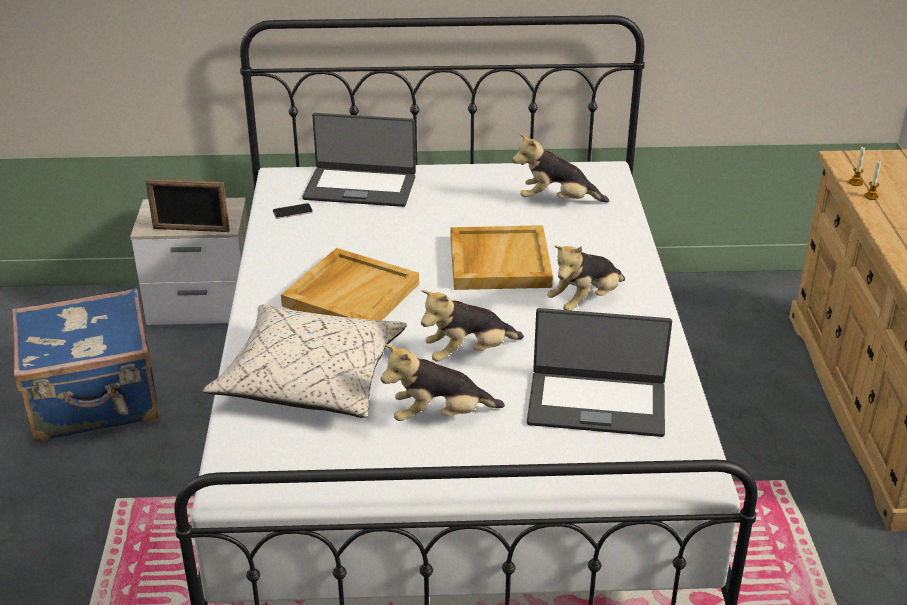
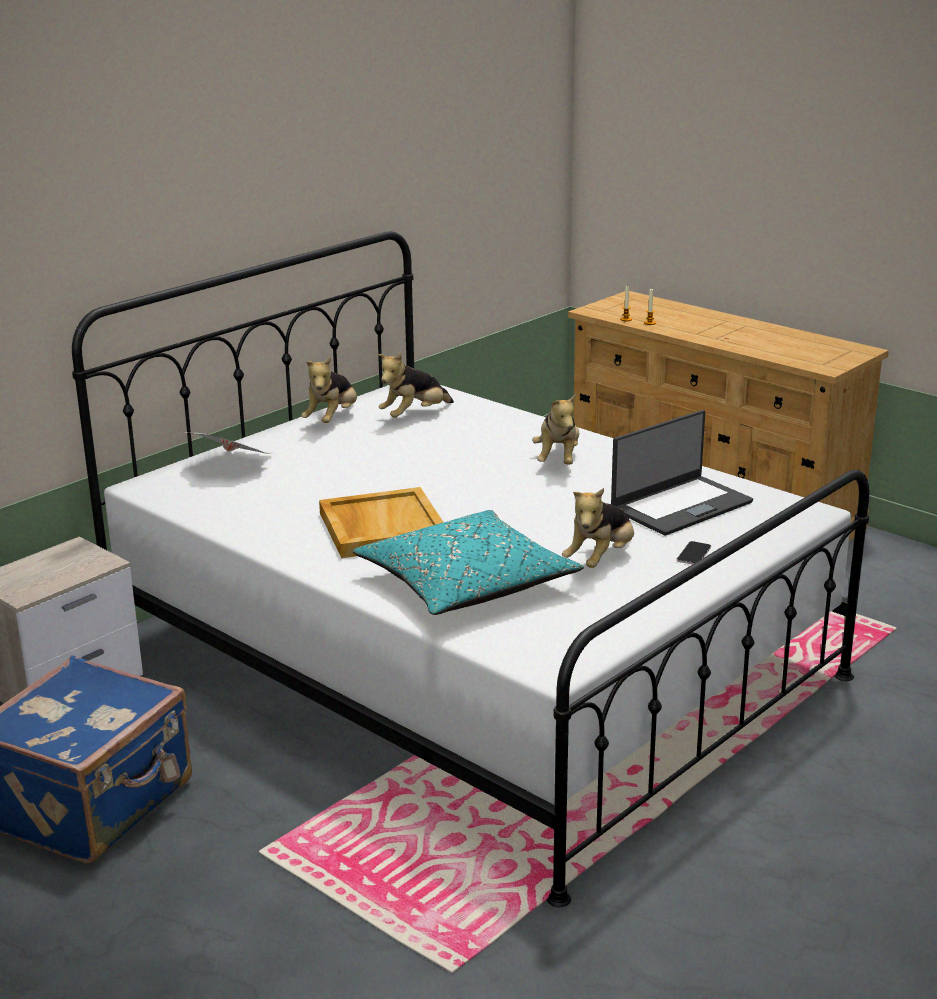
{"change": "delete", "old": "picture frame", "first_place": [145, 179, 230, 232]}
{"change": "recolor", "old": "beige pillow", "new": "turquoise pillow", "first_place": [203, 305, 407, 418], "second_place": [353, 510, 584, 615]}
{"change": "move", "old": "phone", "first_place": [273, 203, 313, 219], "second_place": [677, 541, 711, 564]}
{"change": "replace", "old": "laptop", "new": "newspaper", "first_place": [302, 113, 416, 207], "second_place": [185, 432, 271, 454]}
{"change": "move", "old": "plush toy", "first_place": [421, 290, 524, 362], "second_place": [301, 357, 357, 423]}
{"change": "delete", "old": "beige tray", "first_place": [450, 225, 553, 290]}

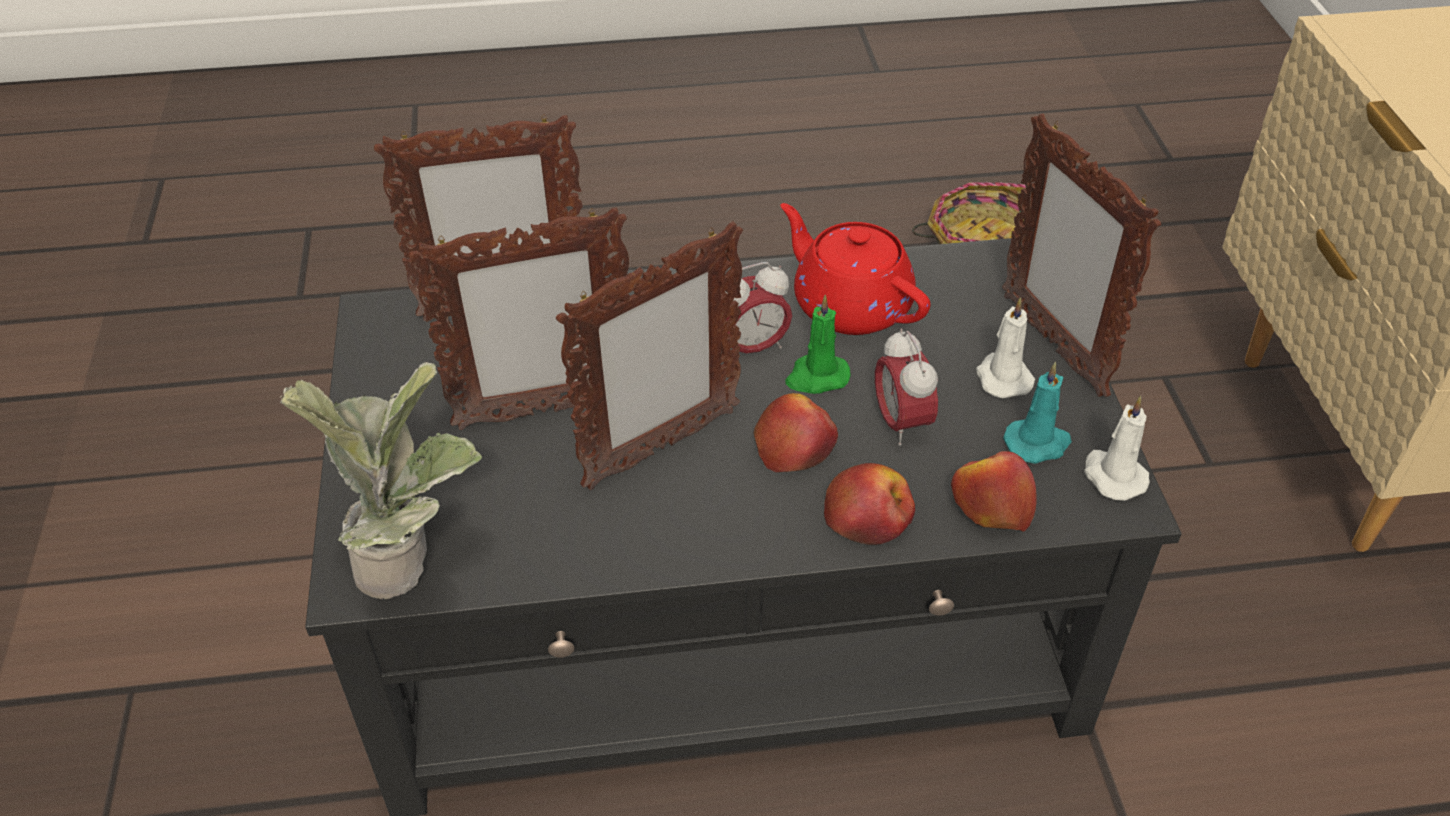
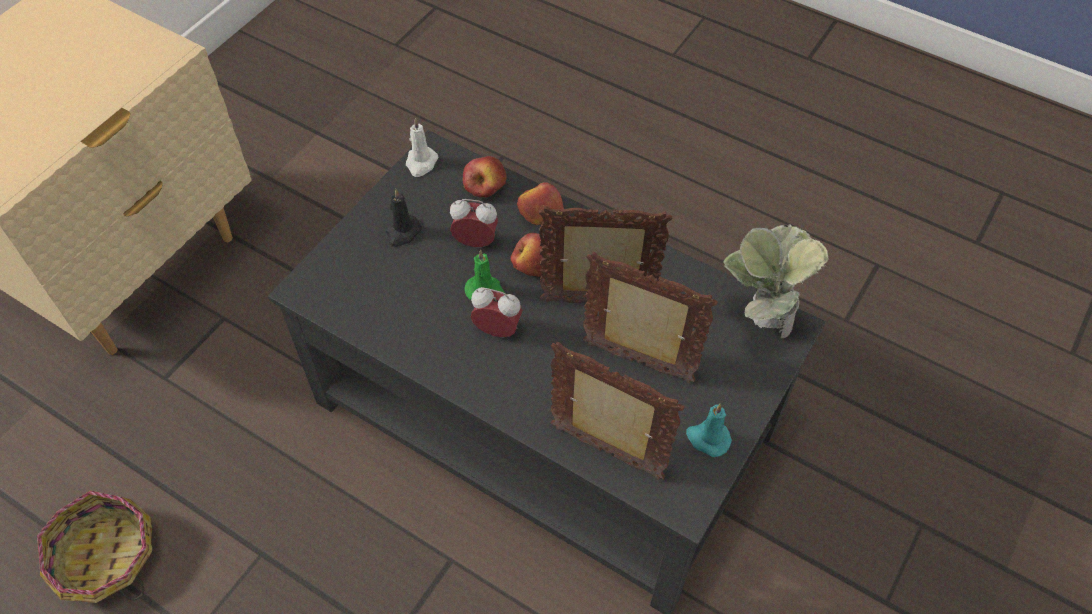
{"change": "delete", "old": "red teapot", "first_place": [780, 203, 930, 335]}
{"change": "rotate", "old": "alarm clock", "first_place": [875, 328, 938, 446], "second_place": [450, 199, 498, 247], "degrees": -105}
{"change": "recolor", "old": "white candle", "new": "black candle", "first_place": [976, 297, 1035, 398], "second_place": [386, 189, 422, 247]}
{"change": "delete", "old": "picture frame", "first_place": [1002, 114, 1161, 397]}
{"change": "move", "old": "turquoise candle", "first_place": [1003, 362, 1072, 464], "second_place": [686, 404, 732, 457]}

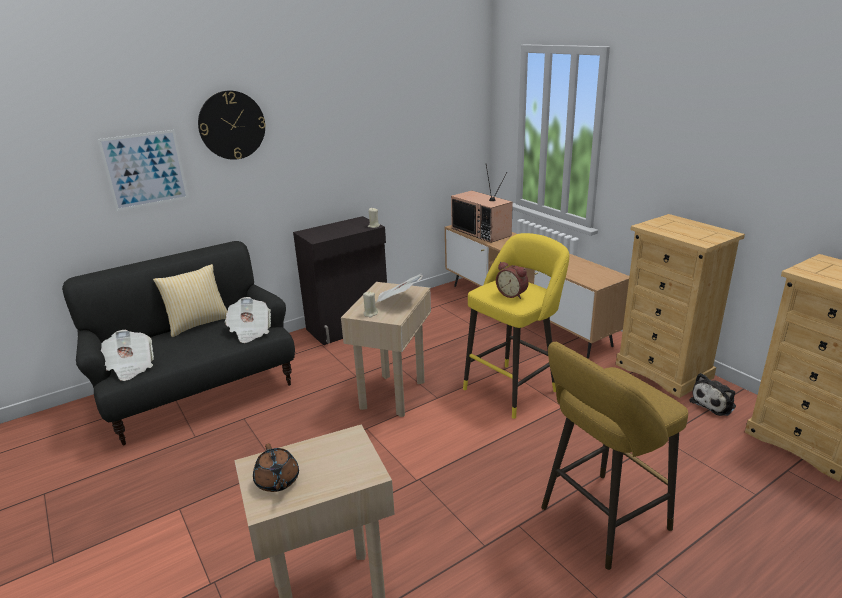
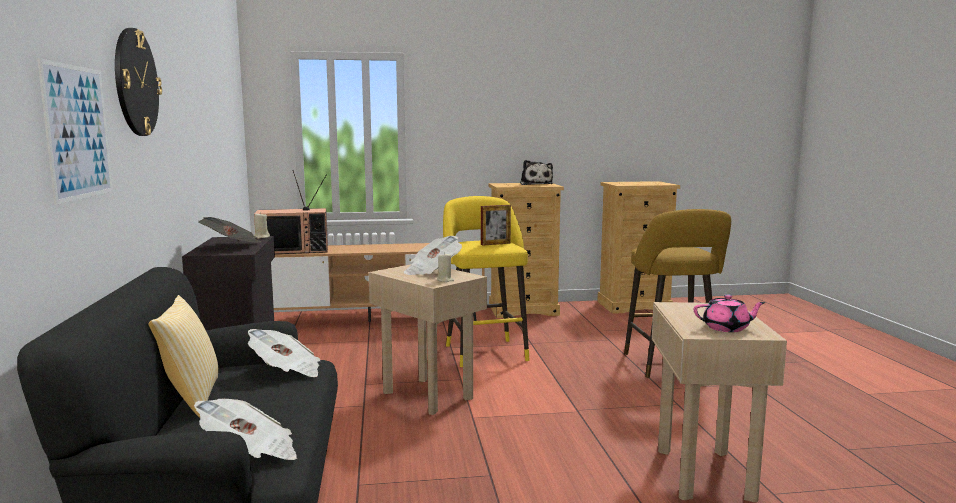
{"change": "recolor", "old": "brown teapot", "new": "pink teapot", "first_place": [253, 443, 299, 492], "second_place": [694, 294, 766, 332]}
{"change": "replace", "old": "alarm clock", "new": "picture frame", "first_place": [496, 262, 529, 299], "second_place": [481, 205, 511, 246]}
{"change": "move", "old": "plush toy", "first_place": [689, 373, 736, 416], "second_place": [520, 160, 553, 185]}
{"change": "insert", "new": "newspaper", "second_place": [198, 217, 262, 243]}

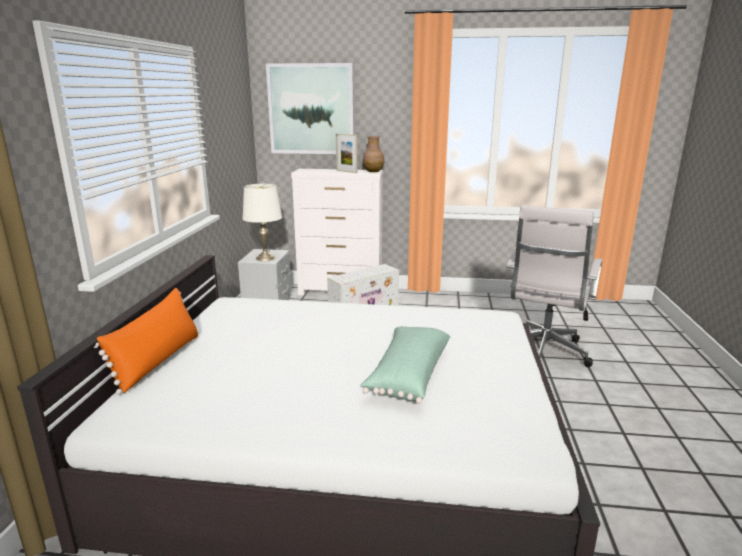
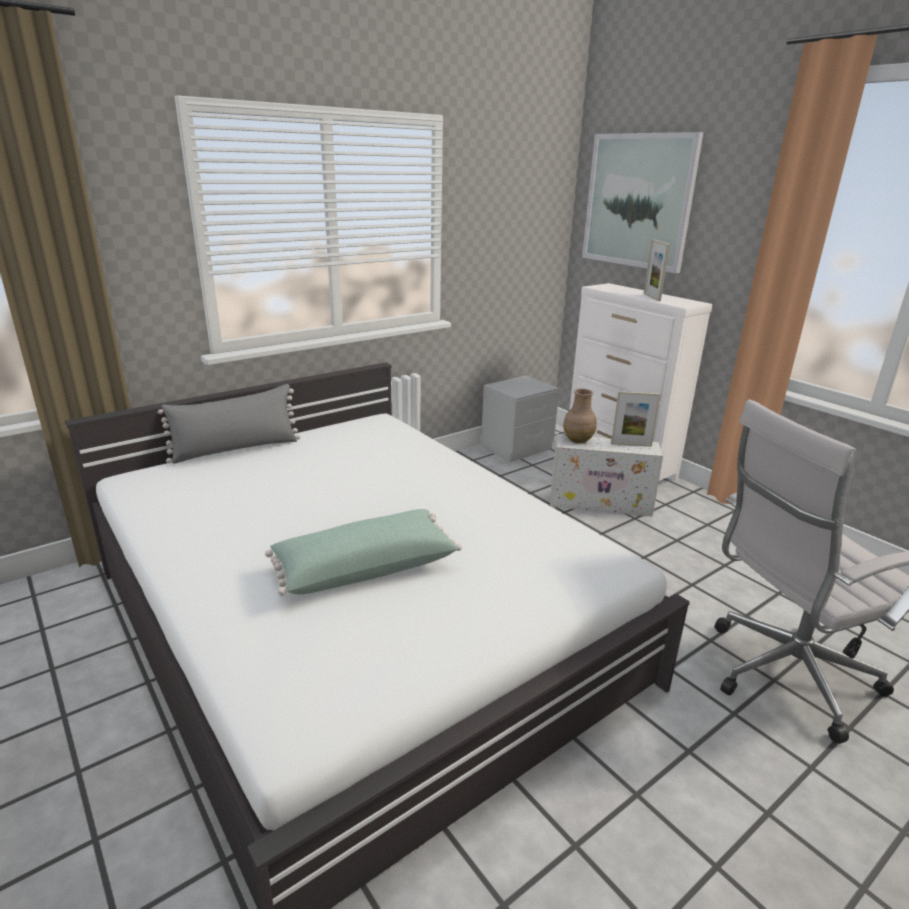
{"change": "recolor", "old": "orange pillow", "new": "grey pillow", "first_place": [94, 288, 198, 395], "second_place": [157, 384, 301, 464]}
{"change": "delete", "old": "white table lamp", "first_place": [242, 184, 282, 261]}
{"change": "move", "old": "brown vase", "first_place": [363, 136, 384, 172], "second_place": [563, 389, 597, 443]}
{"change": "insert", "new": "picture frame", "second_place": [611, 391, 660, 447]}

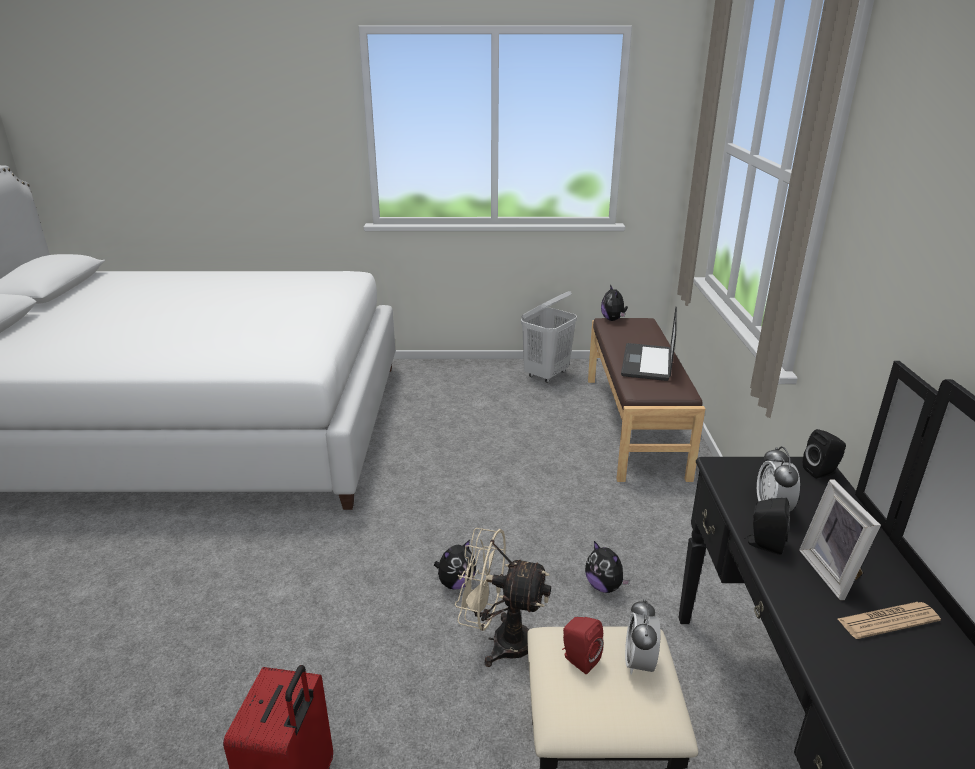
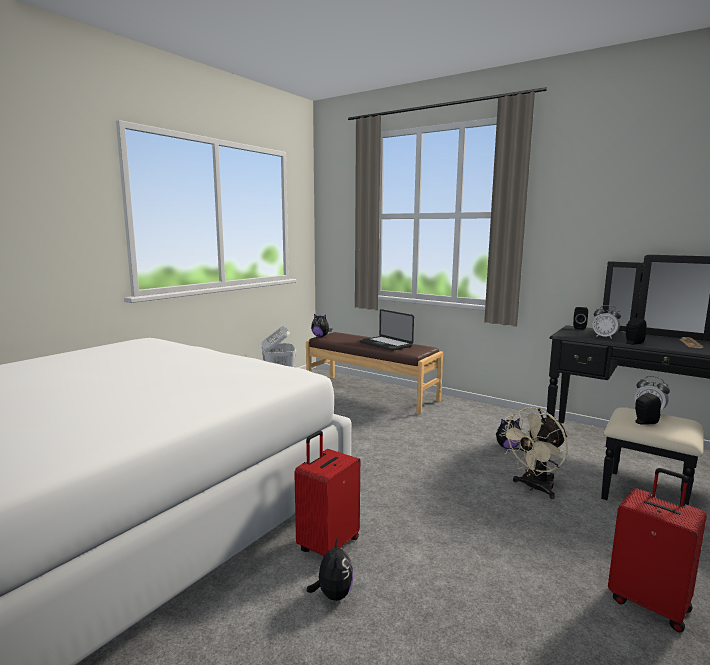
{"change": "move", "old": "plush toy", "first_place": [434, 540, 476, 590], "second_place": [307, 537, 354, 601]}
{"change": "recolor", "old": "red speaker", "new": "black speaker", "first_place": [562, 617, 603, 674], "second_place": [635, 393, 661, 425]}
{"change": "delete", "old": "picture frame", "first_place": [799, 479, 881, 600]}
{"change": "insert", "new": "red suitcase", "second_place": [294, 431, 360, 556]}

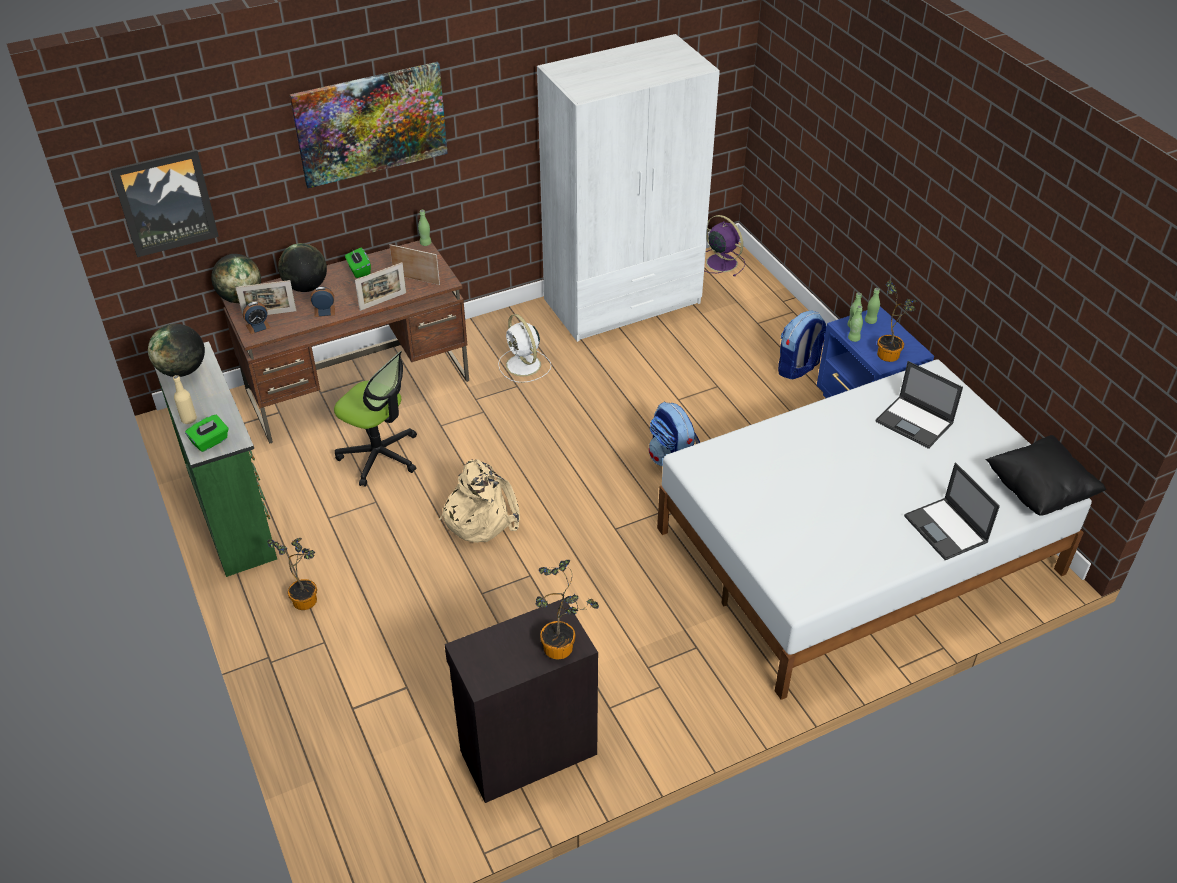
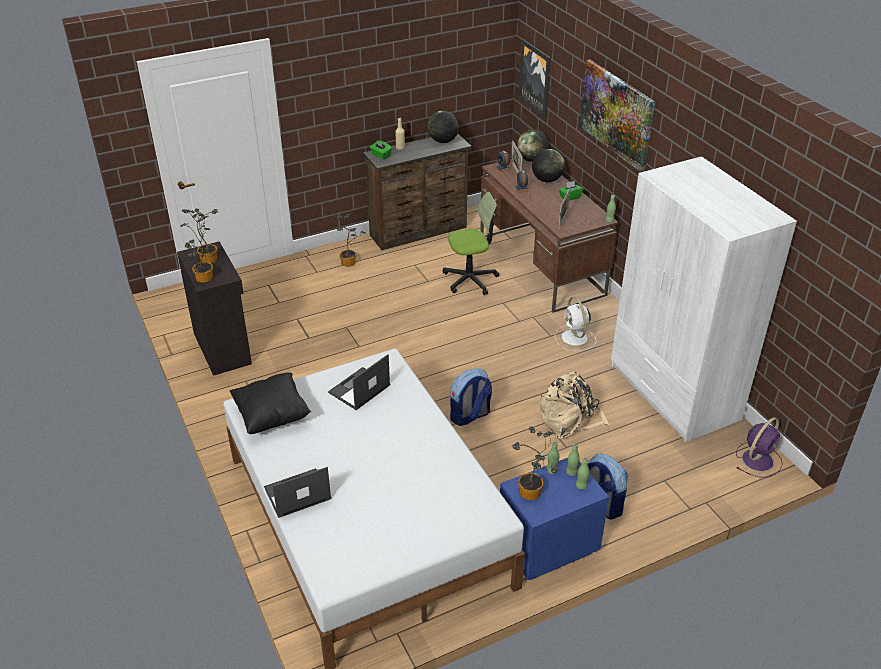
{"change": "recolor", "old": "green dresser", "new": "brown dresser", "first_place": [154, 341, 277, 577], "second_place": [363, 133, 472, 250]}
{"change": "rotate", "old": "office chair", "first_place": [334, 351, 417, 487], "second_place": [443, 192, 499, 295], "degrees": -135}
{"change": "delete", "old": "picture frame", "first_place": [355, 263, 406, 311]}
{"change": "move", "old": "beige backpack", "first_place": [439, 459, 520, 543], "second_place": [540, 372, 609, 439]}
{"change": "rotate", "old": "white fan", "first_place": [498, 314, 551, 383], "second_place": [555, 297, 596, 351], "degrees": -75}
{"change": "move", "old": "laptop", "first_place": [876, 361, 963, 449], "second_place": [328, 354, 390, 410]}
{"change": "move", "old": "black pillow", "first_place": [985, 435, 1106, 516], "second_place": [230, 372, 311, 434]}
{"change": "insert", "new": "potted plant", "second_place": [182, 208, 218, 264]}

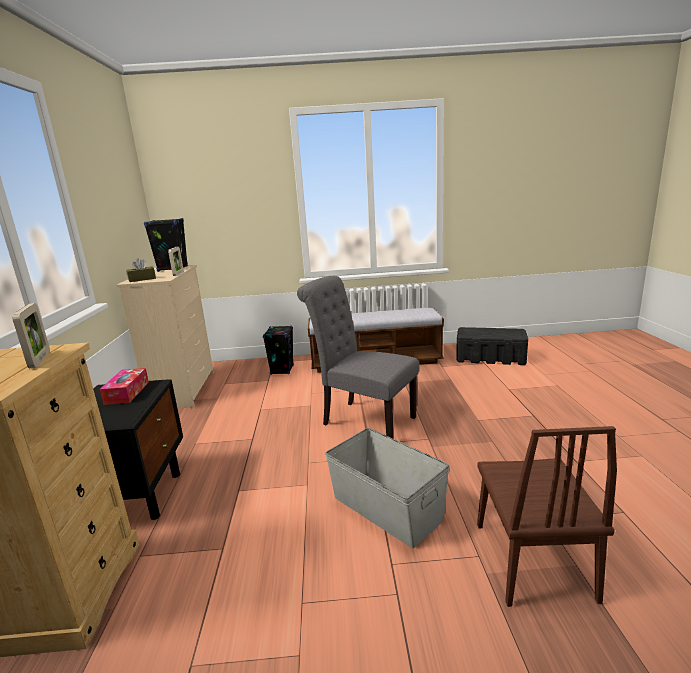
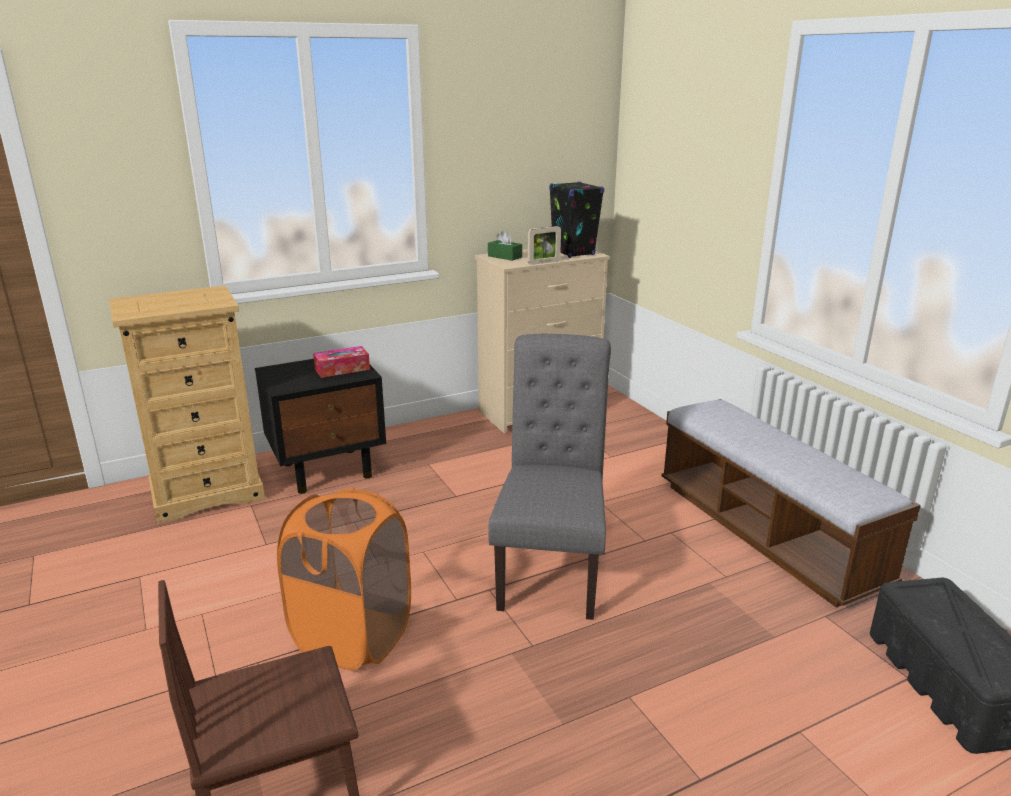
{"change": "delete", "old": "picture frame", "first_place": [12, 303, 50, 368]}
{"change": "recolor", "old": "brown tissue box", "new": "green tissue box", "first_place": [126, 259, 156, 282], "second_place": [488, 230, 522, 261]}
{"change": "delete", "old": "black speaker", "first_place": [263, 325, 294, 375]}
{"change": "replace", "old": "grey storage box", "new": "orange laundry basket", "first_place": [325, 428, 449, 548], "second_place": [277, 488, 411, 670]}

